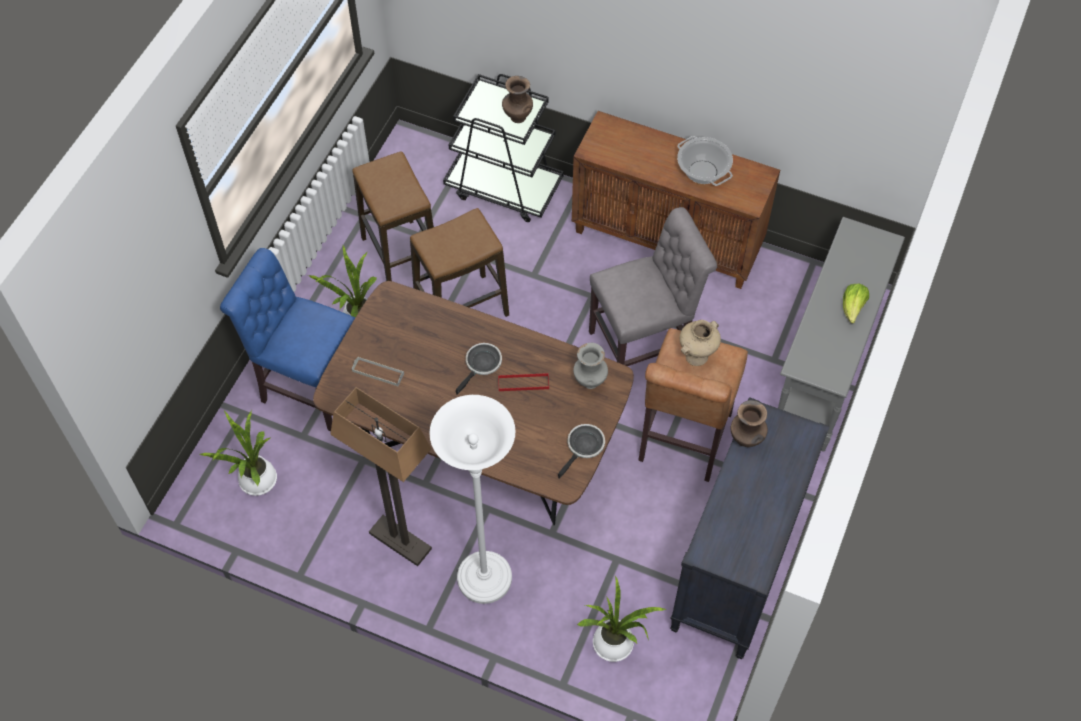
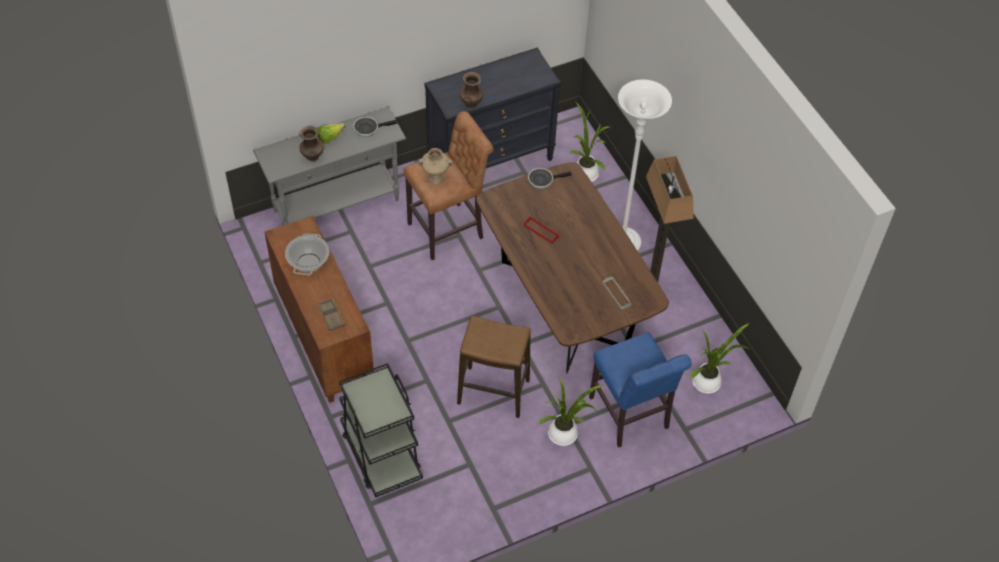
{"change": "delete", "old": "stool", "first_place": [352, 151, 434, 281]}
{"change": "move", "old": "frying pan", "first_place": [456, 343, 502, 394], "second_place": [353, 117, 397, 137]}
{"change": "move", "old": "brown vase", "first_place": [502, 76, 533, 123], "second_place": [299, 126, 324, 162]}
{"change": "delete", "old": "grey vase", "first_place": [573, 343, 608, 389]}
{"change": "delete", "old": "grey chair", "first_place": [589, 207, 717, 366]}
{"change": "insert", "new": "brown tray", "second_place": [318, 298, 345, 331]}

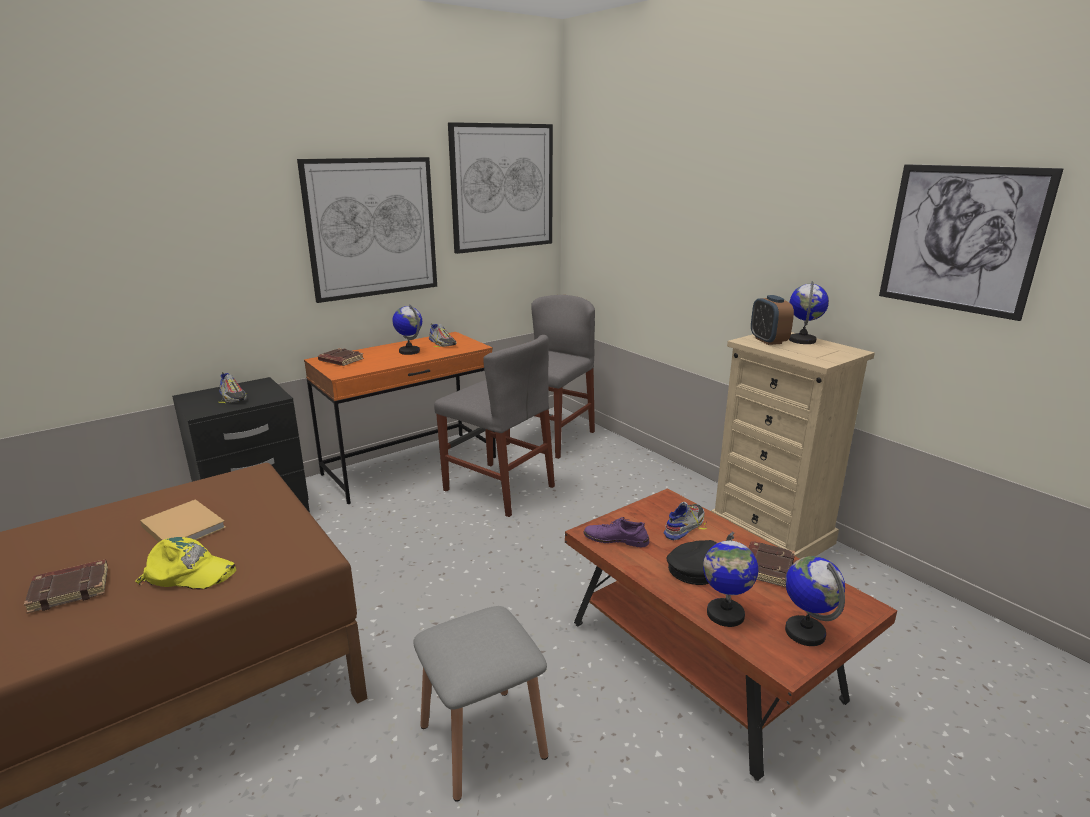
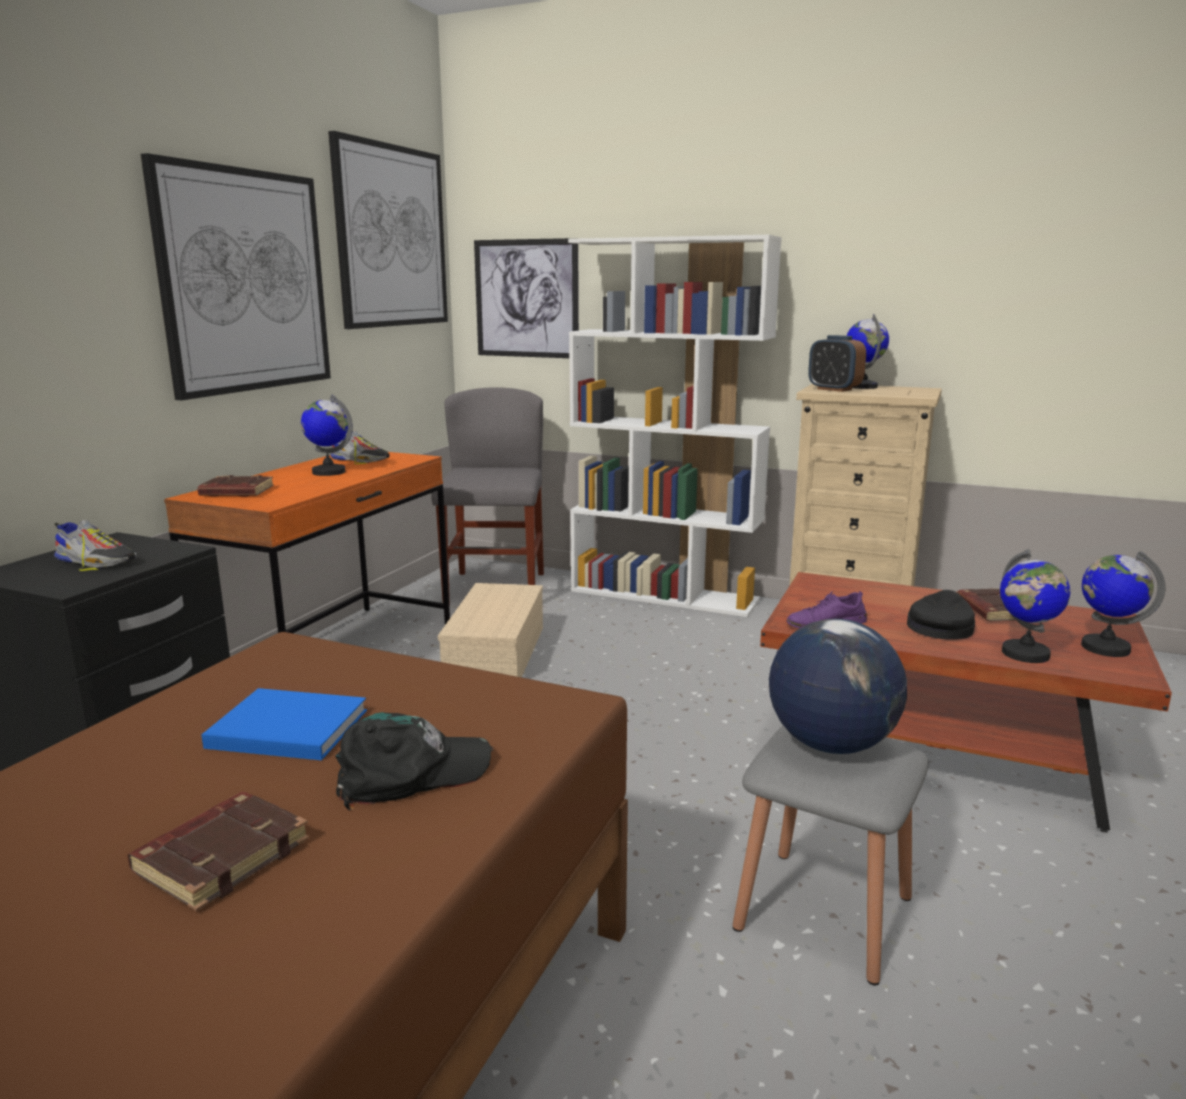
{"change": "recolor", "old": "yellow cap", "new": "black cap", "first_place": [135, 537, 236, 590], "second_place": [335, 712, 494, 810]}
{"change": "recolor", "old": "beige book", "new": "blue book", "first_place": [140, 499, 226, 542], "second_place": [201, 688, 367, 760]}
{"change": "replace", "old": "grey chair", "new": "beige storage box", "first_place": [434, 335, 555, 517], "second_place": [438, 583, 543, 677]}
{"change": "delete", "old": "shoe", "first_place": [663, 502, 707, 540]}
{"change": "move", "old": "picture", "first_place": [879, 164, 1063, 321], "second_place": [474, 238, 579, 358]}
{"change": "insert", "new": "white bookcase", "second_place": [568, 235, 782, 617]}
{"change": "insert", "new": "globe", "second_place": [769, 619, 907, 754]}

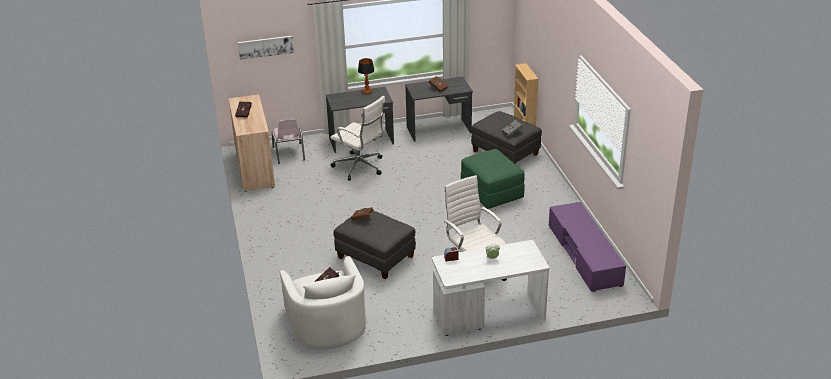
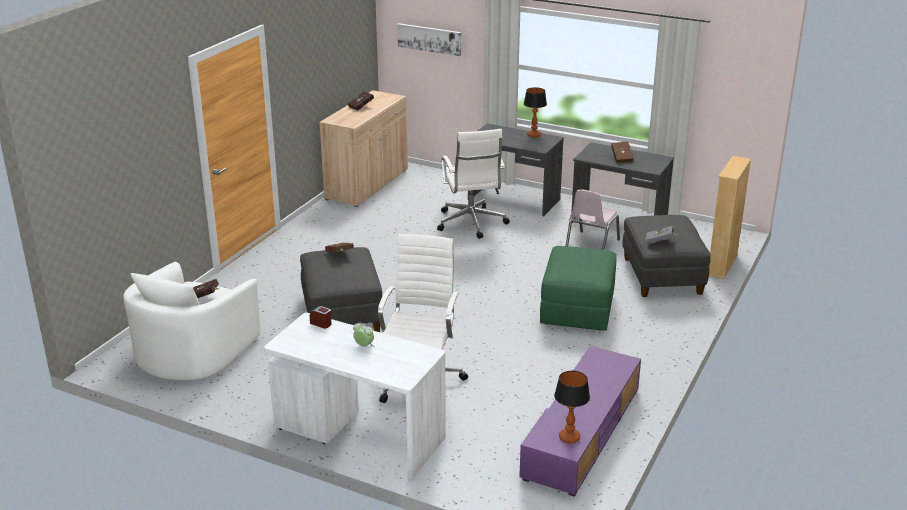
{"change": "move", "old": "pink chair", "first_place": [272, 119, 305, 164], "second_place": [565, 189, 620, 250]}
{"change": "insert", "new": "table lamp", "second_place": [554, 371, 590, 443]}

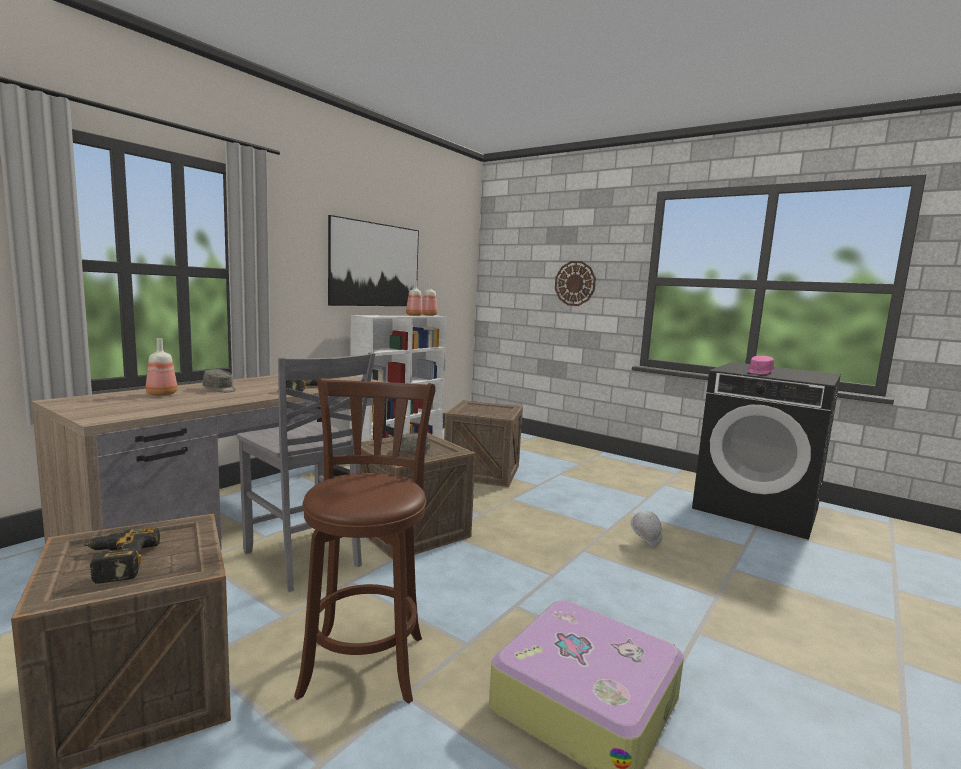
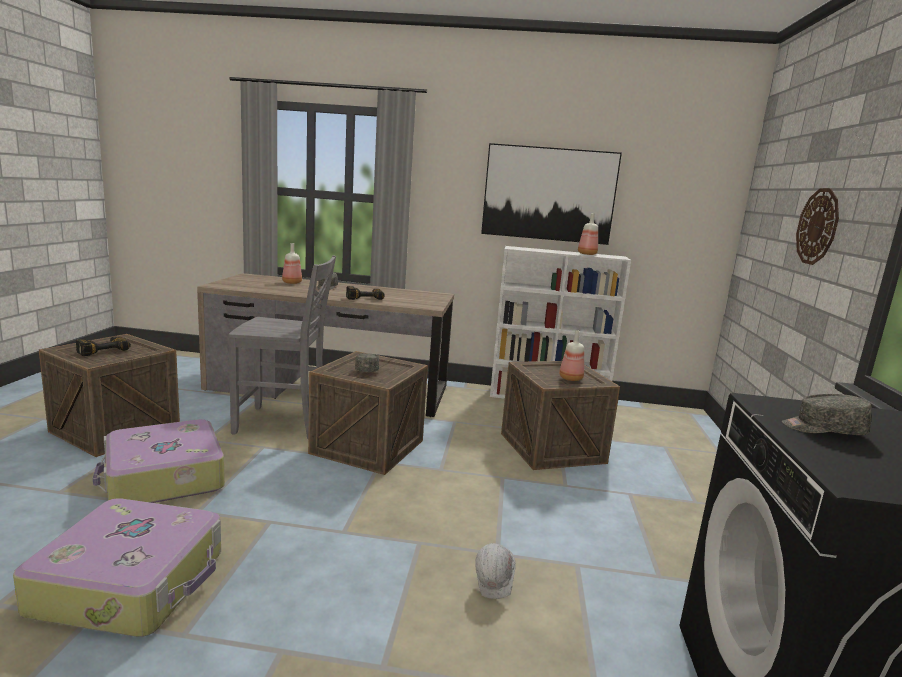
{"change": "rotate", "old": "grey chair", "first_place": [237, 352, 375, 592], "second_place": [229, 255, 336, 439], "degrees": -105}
{"change": "replace", "old": "brown stool", "new": "suitcase", "first_place": [294, 378, 436, 704], "second_place": [93, 419, 225, 503]}
{"change": "move", "old": "bottle", "first_place": [422, 282, 437, 316], "second_place": [559, 330, 584, 381]}
{"change": "recolor", "old": "pink cap", "new": "grey cap", "first_place": [749, 356, 774, 375], "second_place": [782, 394, 872, 435]}

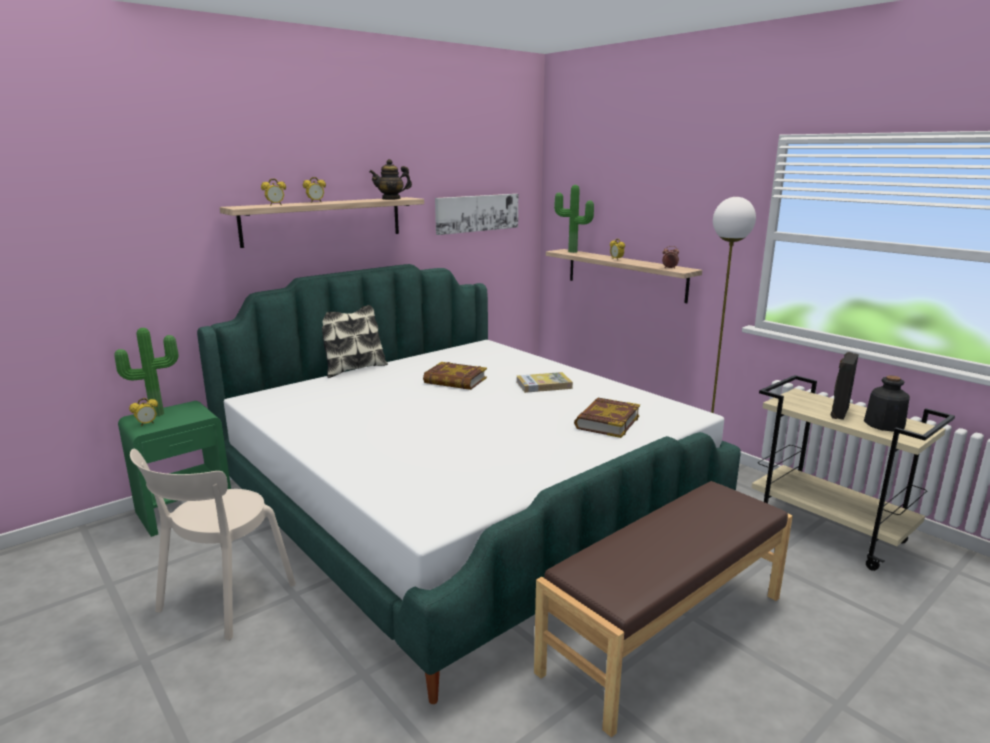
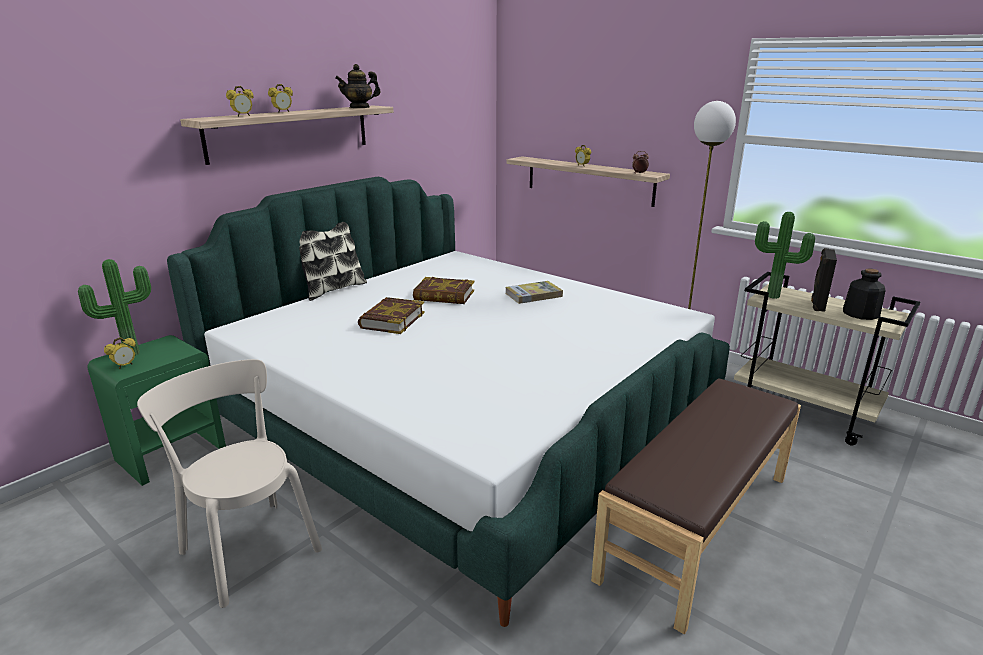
{"change": "rotate", "old": "beige chair", "first_place": [130, 449, 296, 640], "second_place": [137, 359, 322, 608], "degrees": 120}
{"change": "delete", "old": "picture", "first_place": [435, 194, 518, 235]}
{"change": "move", "old": "potted plant", "first_place": [554, 185, 594, 253], "second_place": [755, 212, 815, 299]}
{"change": "move", "old": "book", "first_place": [574, 398, 640, 438], "second_place": [358, 297, 425, 334]}

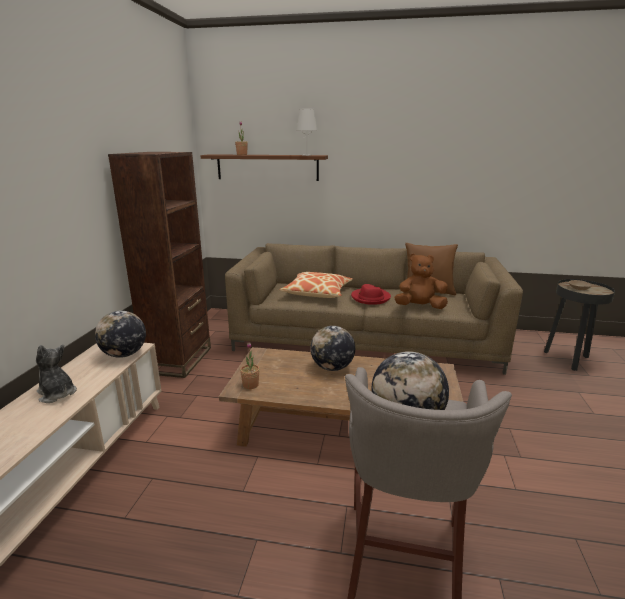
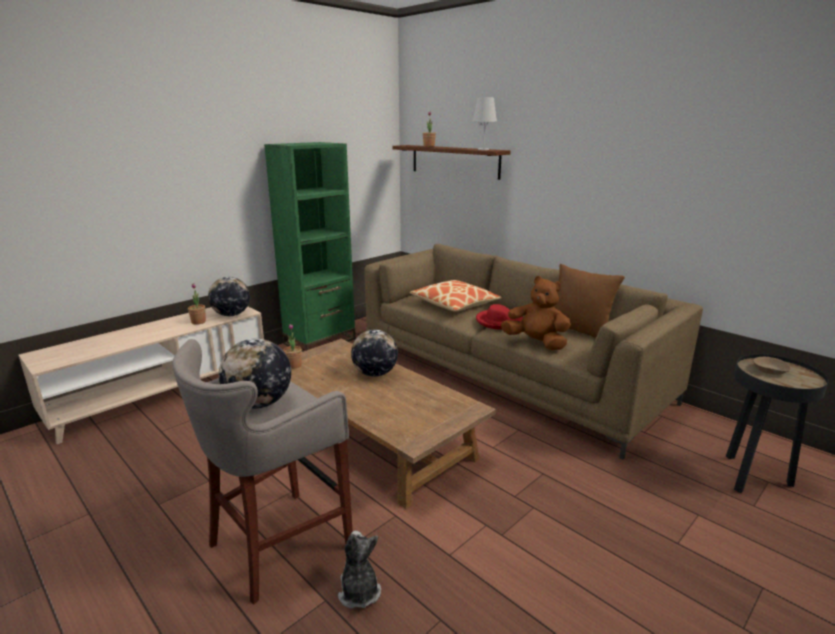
{"change": "move", "old": "plush toy", "first_place": [36, 344, 77, 403], "second_place": [338, 531, 381, 608]}
{"change": "recolor", "old": "brown bookcase", "new": "green bookcase", "first_place": [108, 152, 211, 378], "second_place": [264, 142, 356, 352]}
{"change": "insert", "new": "potted plant", "second_place": [188, 283, 206, 325]}

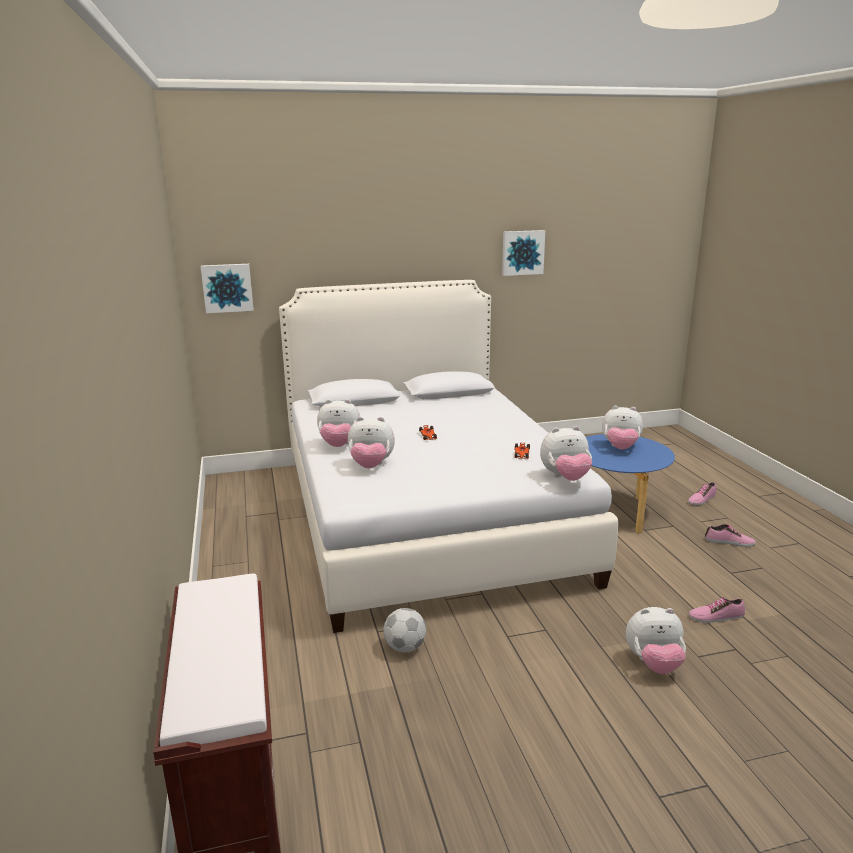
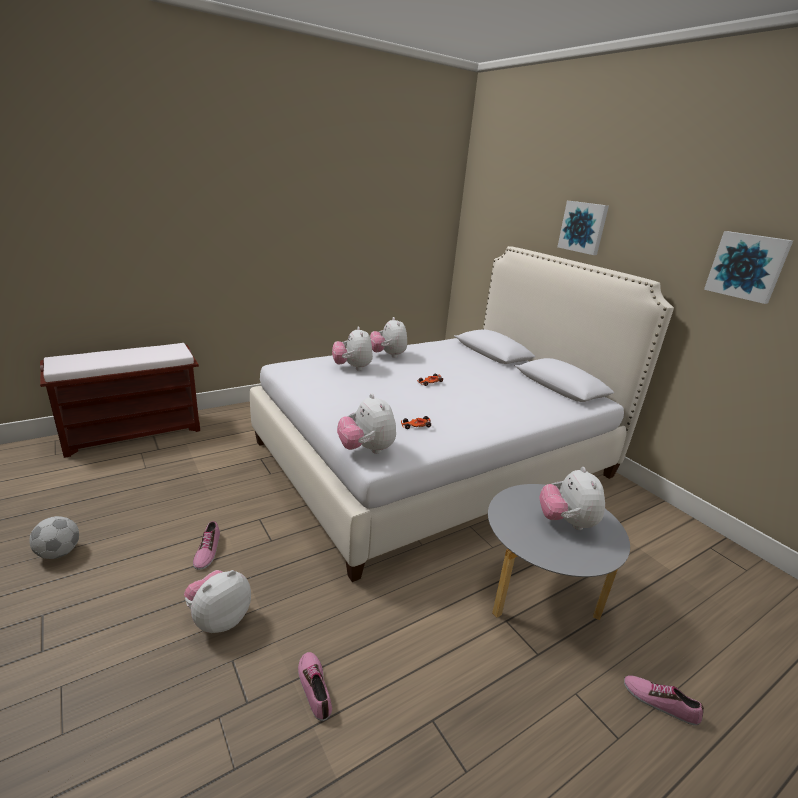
{"change": "move", "old": "picture", "first_place": [201, 264, 254, 313], "second_place": [557, 201, 609, 255]}
{"change": "move", "old": "football", "first_place": [383, 608, 426, 652], "second_place": [30, 516, 79, 559]}
{"change": "recolor", "old": "blue coffee table", "new": "grey coffee table", "first_place": [586, 434, 675, 534], "second_place": [488, 484, 630, 620]}
{"change": "rotate", "old": "plush toy", "first_place": [626, 607, 686, 674], "second_place": [184, 570, 251, 633], "degrees": 60}
{"change": "move", "old": "shoe", "first_place": [705, 524, 756, 547], "second_place": [193, 521, 220, 570]}

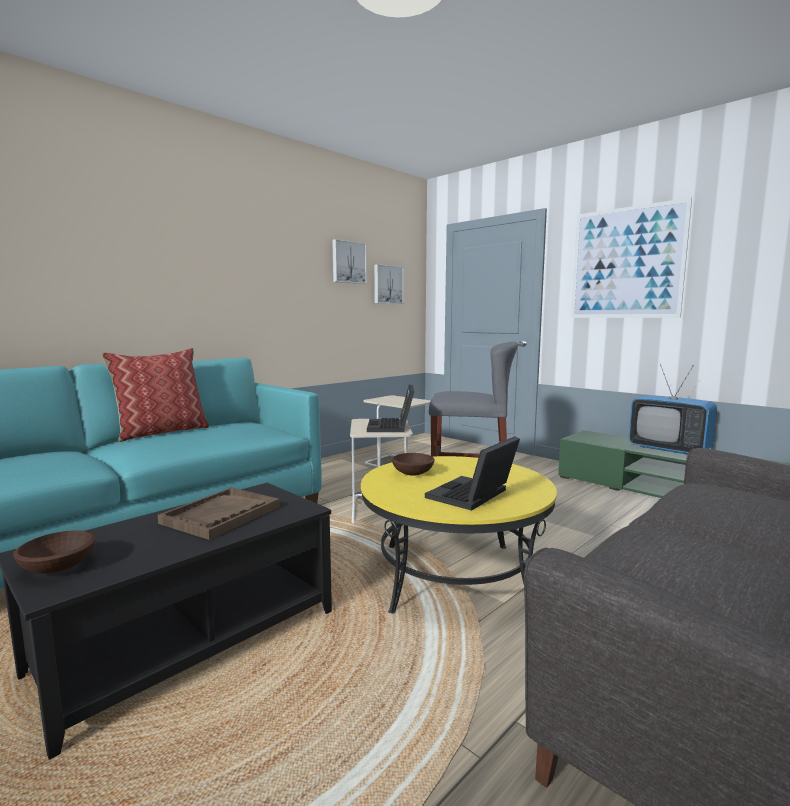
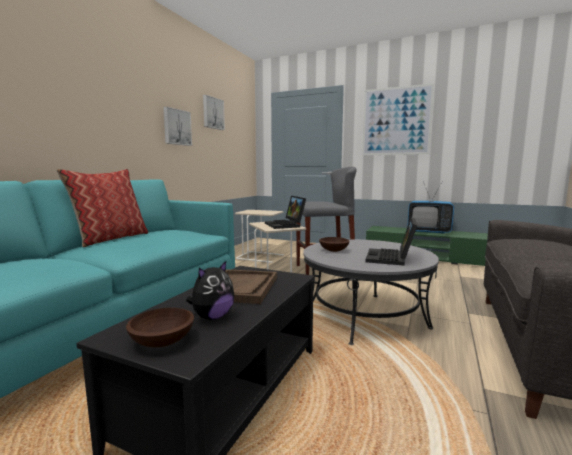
{"change": "recolor", "old": "yellow coffee table", "new": "grey coffee table", "first_place": [361, 456, 557, 614], "second_place": [303, 240, 439, 345]}
{"change": "move", "old": "picture", "first_place": [374, 264, 404, 304], "second_place": [163, 107, 192, 146]}
{"change": "insert", "new": "plush toy", "second_place": [186, 261, 234, 320]}

